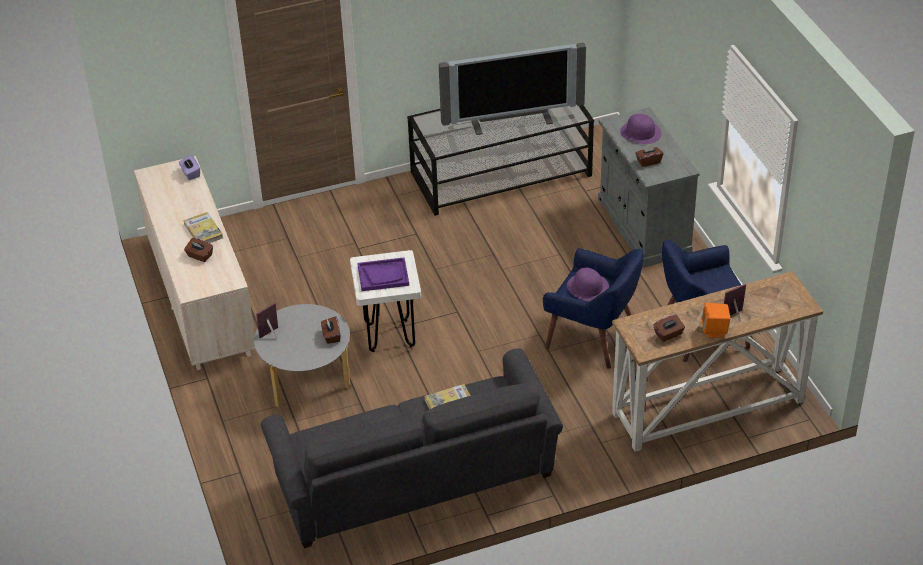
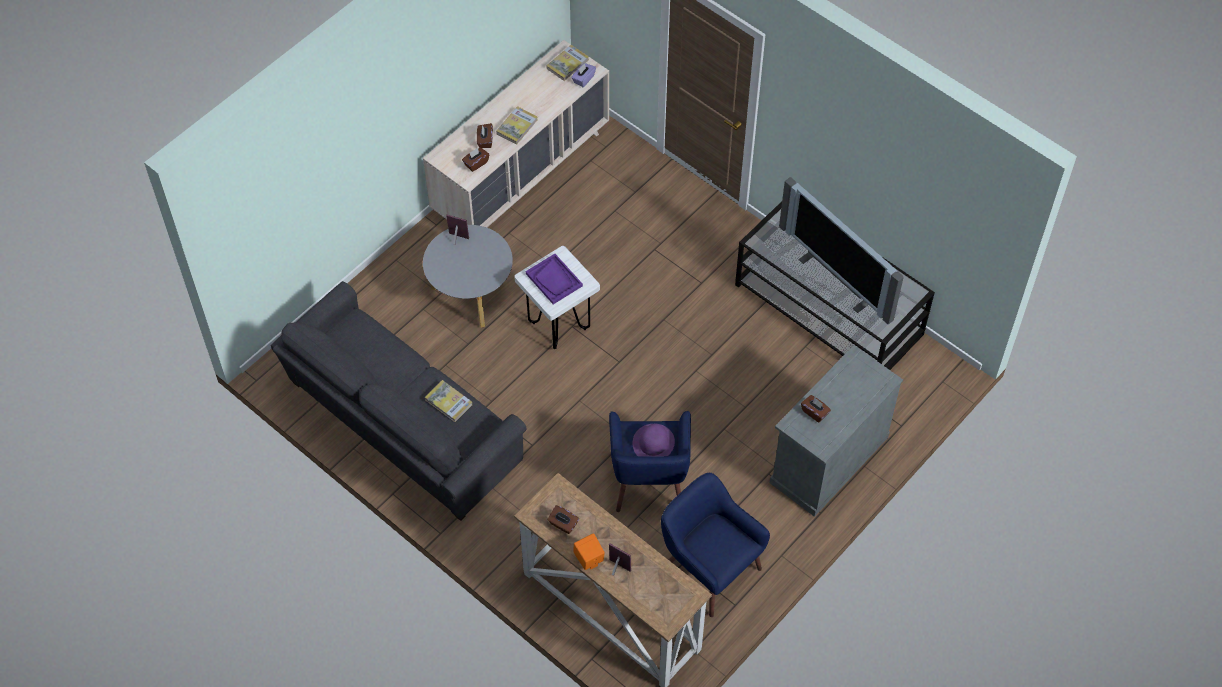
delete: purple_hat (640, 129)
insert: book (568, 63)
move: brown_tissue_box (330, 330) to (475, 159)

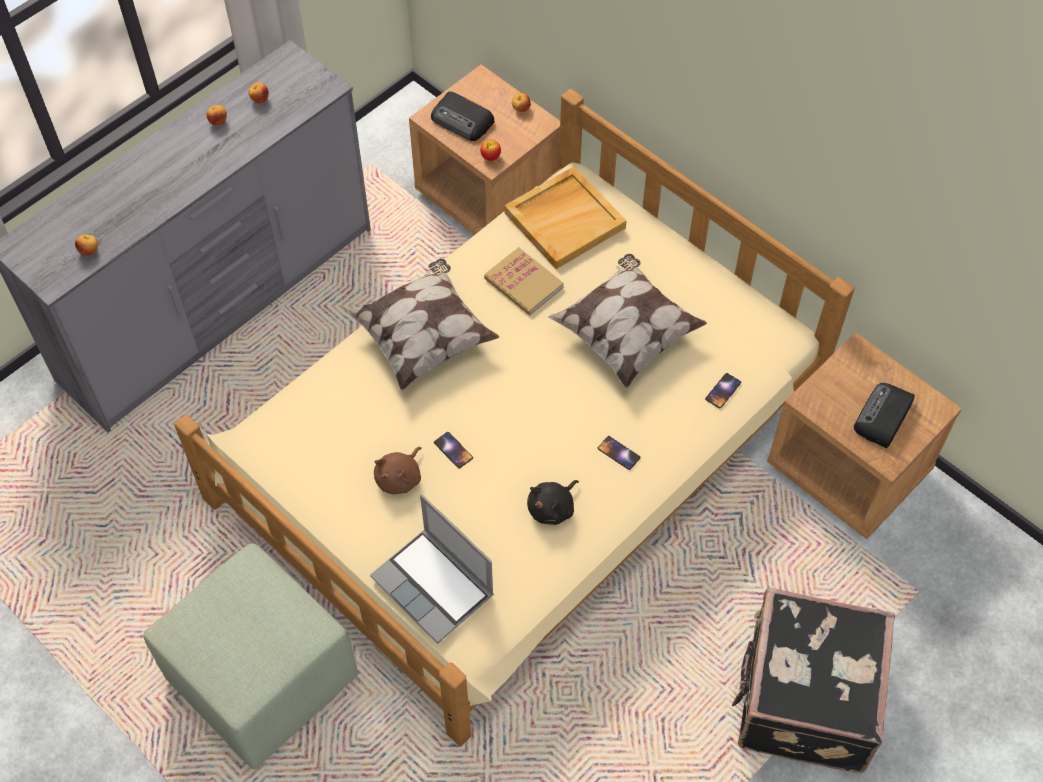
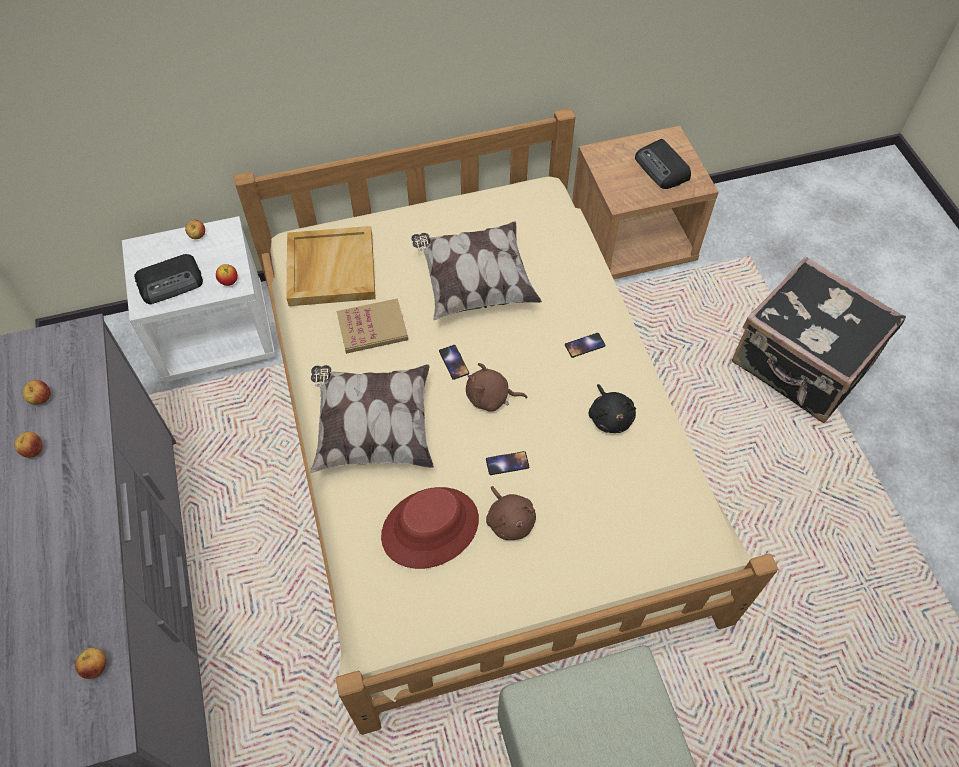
delete: laptop (432, 569)
insert: red_hat (430, 528); brown_plush_toy (496, 387)
move: phone (723, 391) to (454, 362)
recolor: brown_nightstand (484, 149) to white_nightstand (199, 299)

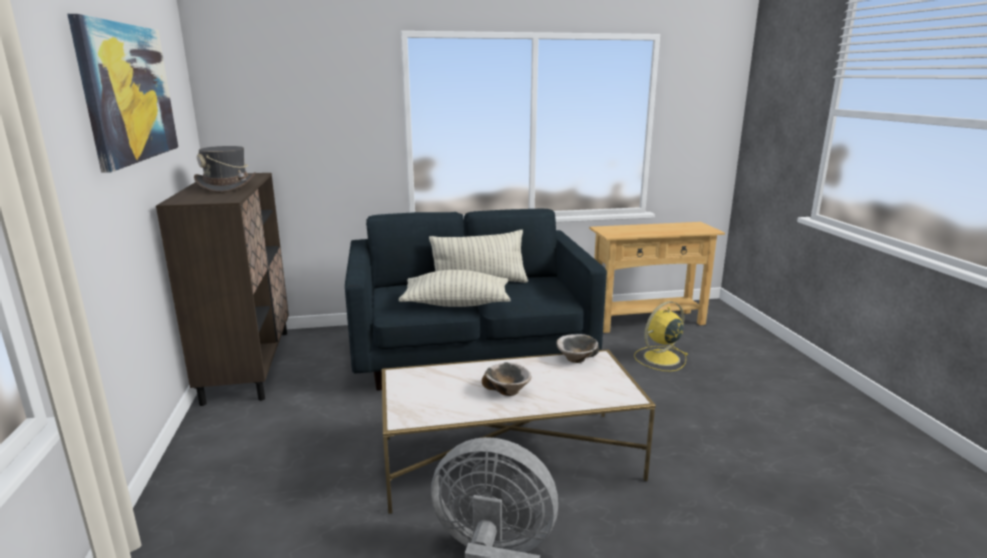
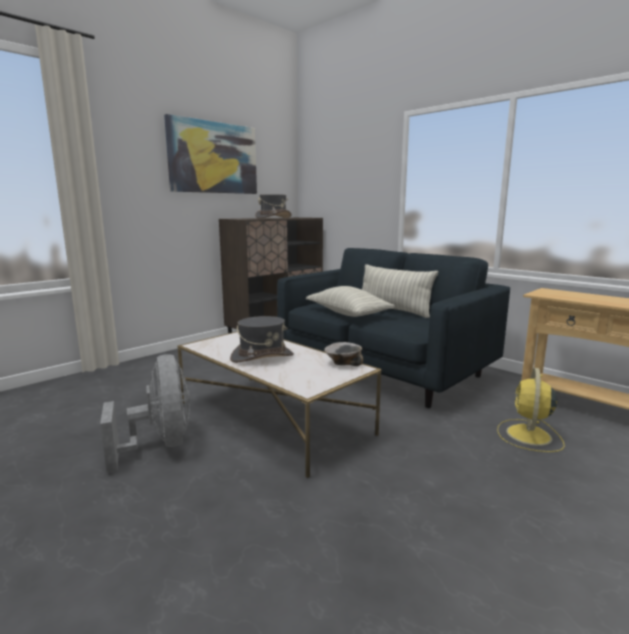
replace: bowl (506, 379) to grey_hat (262, 339)
rotate: yellow_fan (661, 336) = (531, 410) 90 degrees counterclockwise

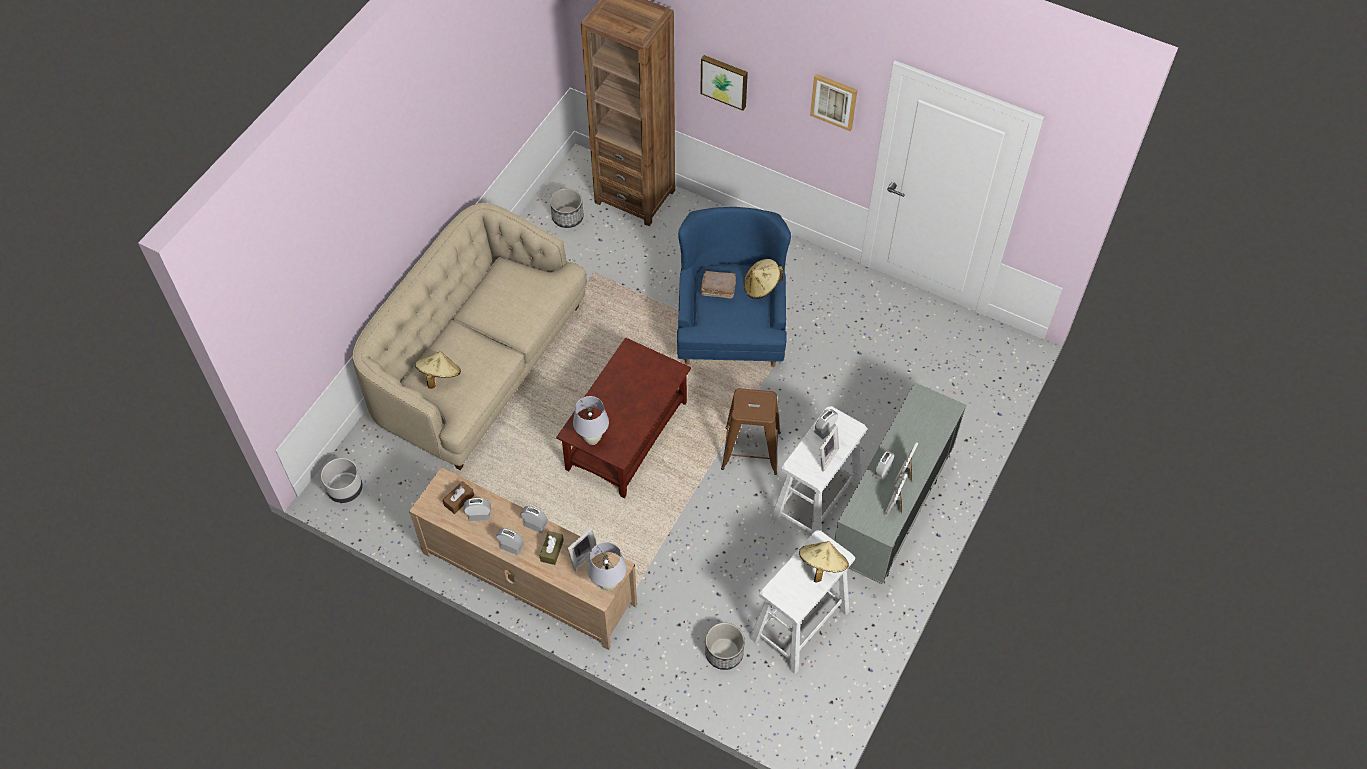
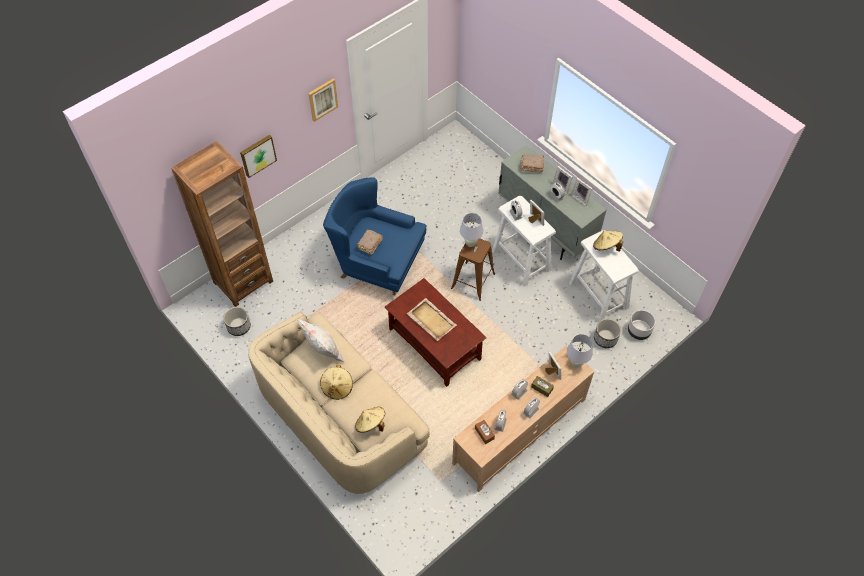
insert: white_pillow (320, 340); beige_tray (432, 319); brown_book (532, 163)
move: grey_planter (342, 480) to (641, 325); white_table_lamp (591, 420) to (471, 230); beige_hat (763, 279) to (336, 382)

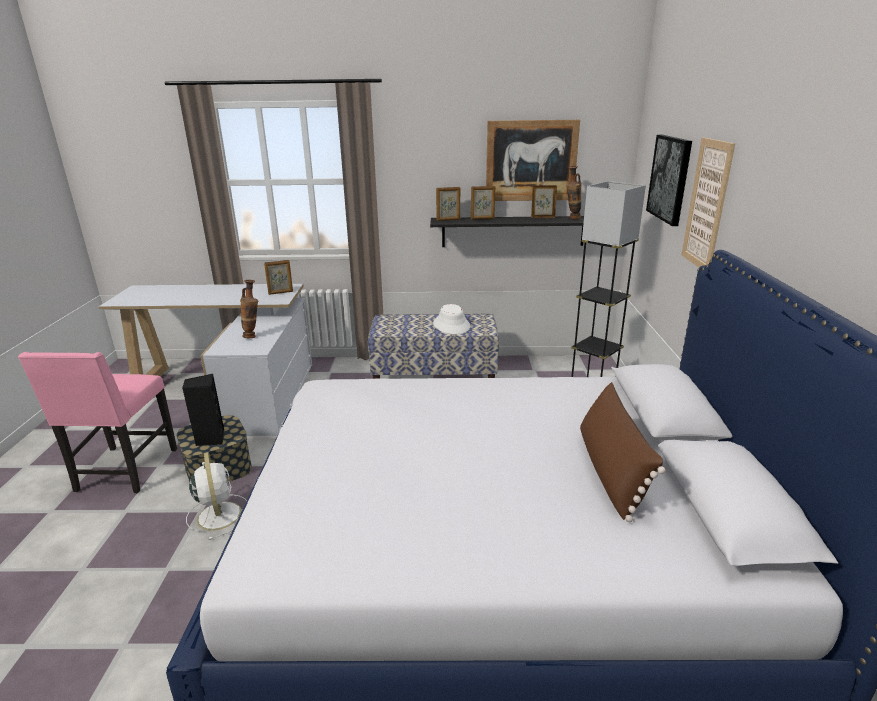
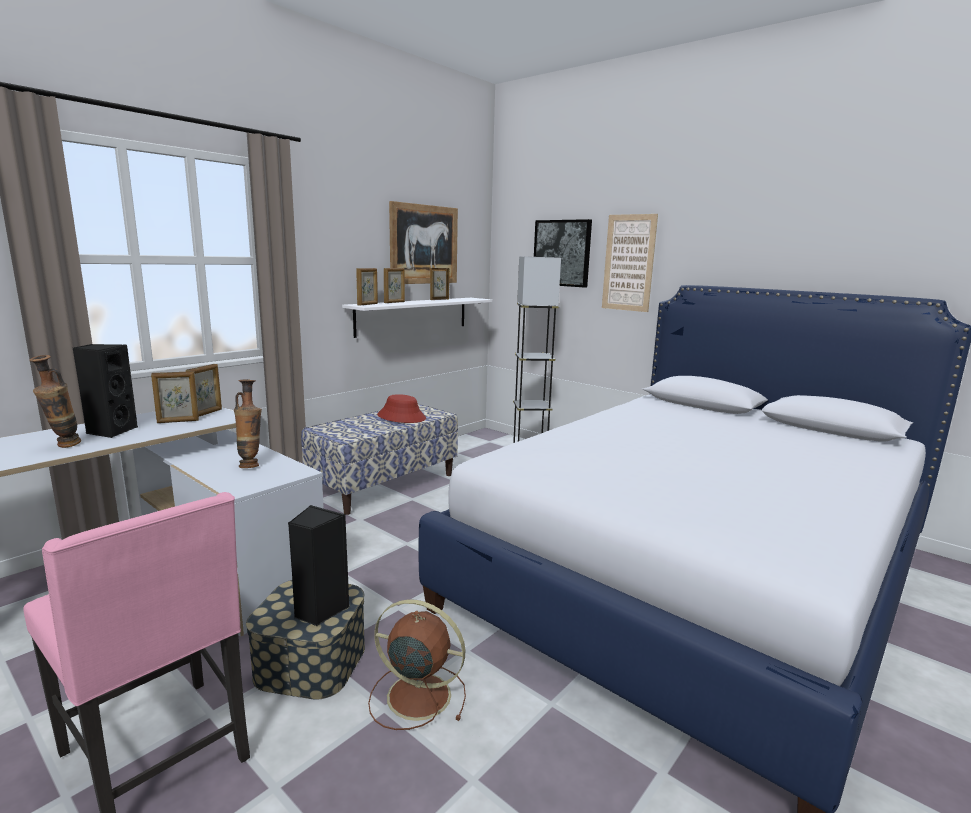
delete: brown_pillow (623, 452)
insert: black_speaker (105, 391); picture_frame (175, 397)
move: vase (574, 192) to (55, 401)
recolor: white_fan (216, 496) to brown_fan (417, 664); black_shelf (507, 231) to white_shelf (417, 318); white_hat (451, 319) to red_hat (401, 408)

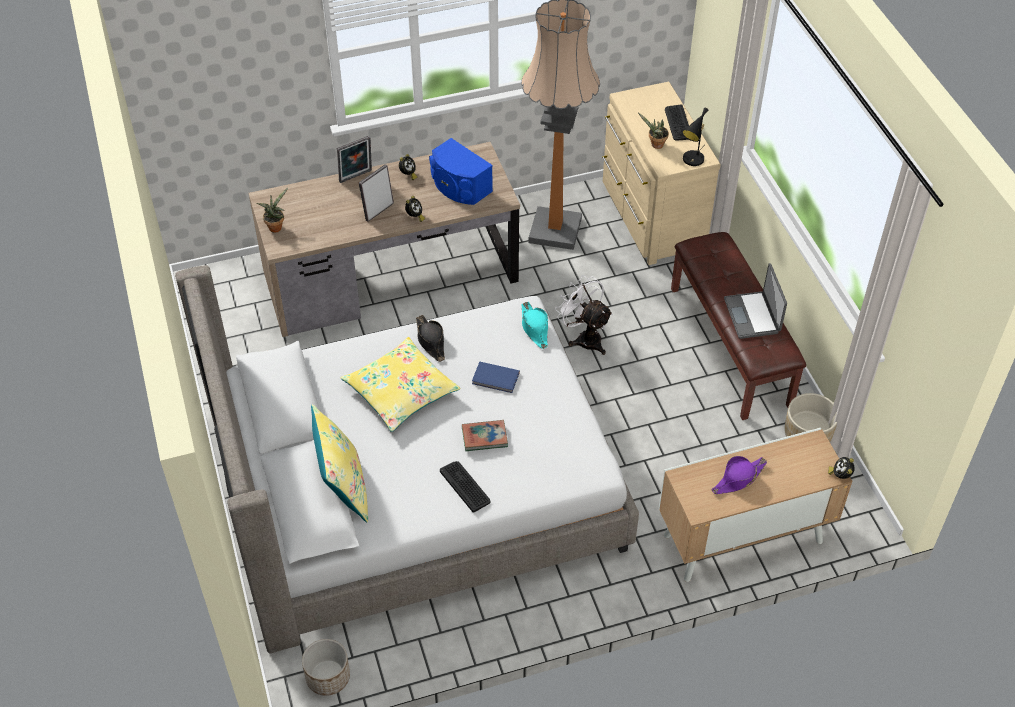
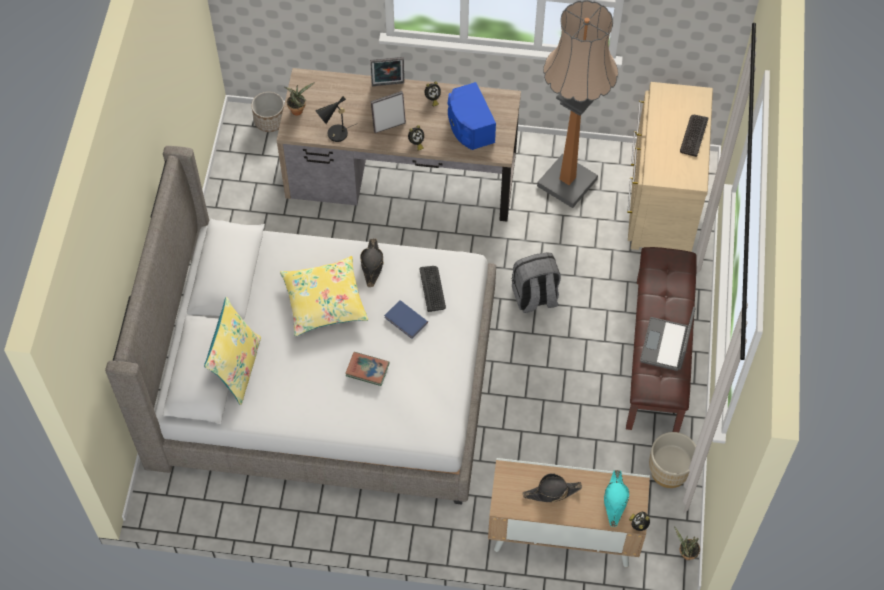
move: planter (326, 667) to (267, 112); keyboard (465, 487) to (433, 289); turquoise_hat (534, 325) to (616, 498); potted_plant (653, 131) to (687, 543); black_table_lamp (695, 137) to (335, 119)
replace: white_fan (584, 315) to grey_backpack (536, 282)
recolor: purple_hat (739, 475) to black_hat (552, 487)

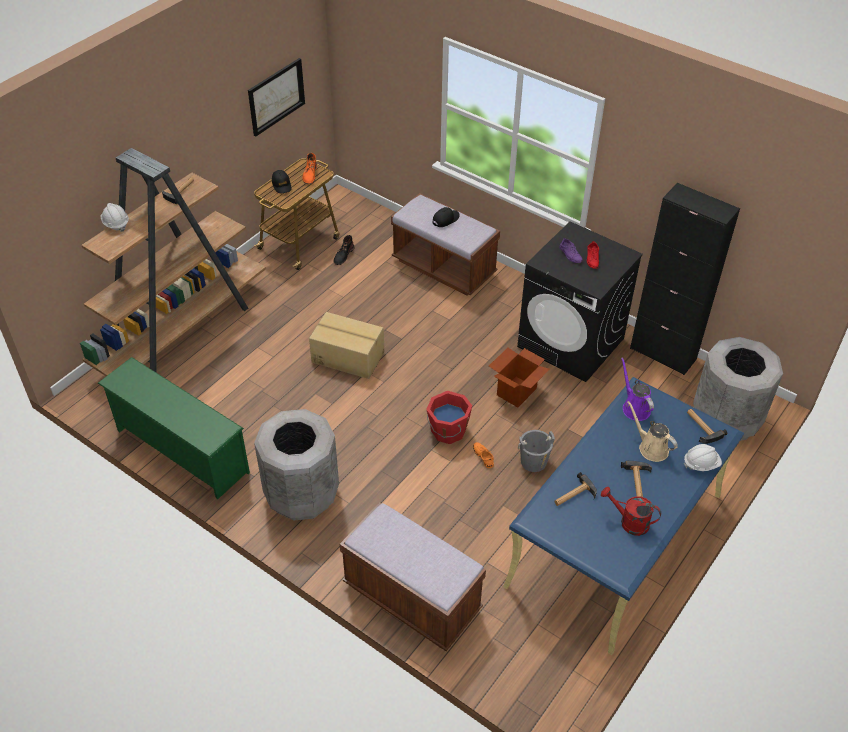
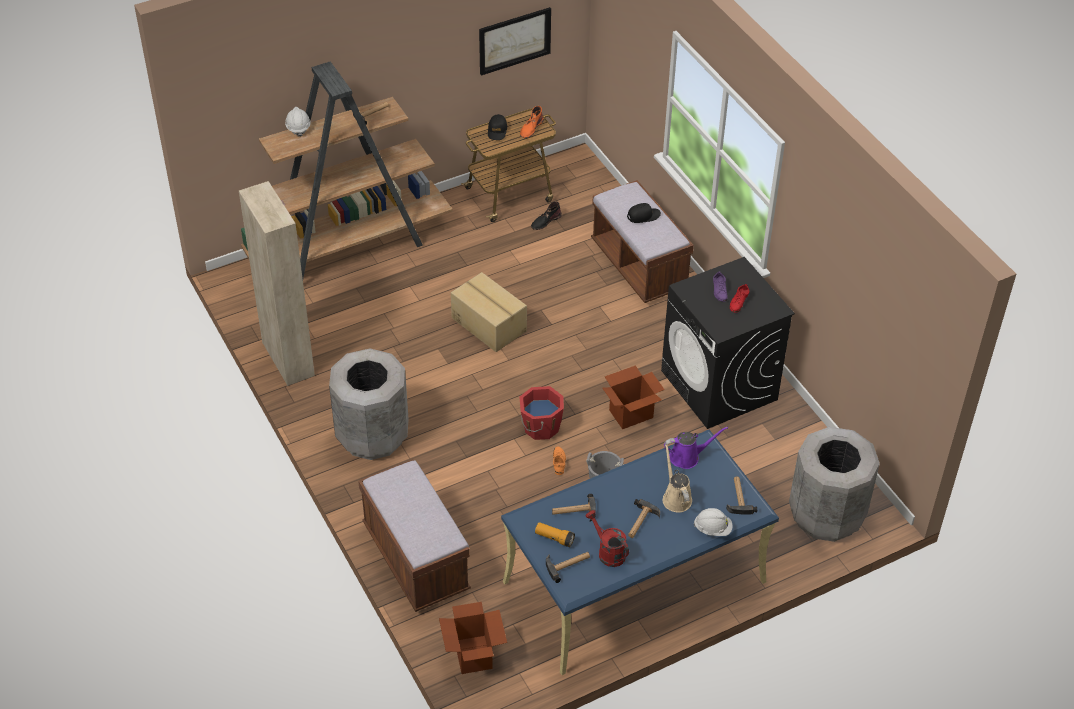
delete: black_cabinet (685, 279)
insert: cardboard_box (473, 638); flashlight (555, 534); hammer (568, 567)
replace: green_shoe_rack (174, 428) to beige_cabinet (277, 283)
rotate: purple_watering_can (637, 389) = (696, 448) 75 degrees clockwise

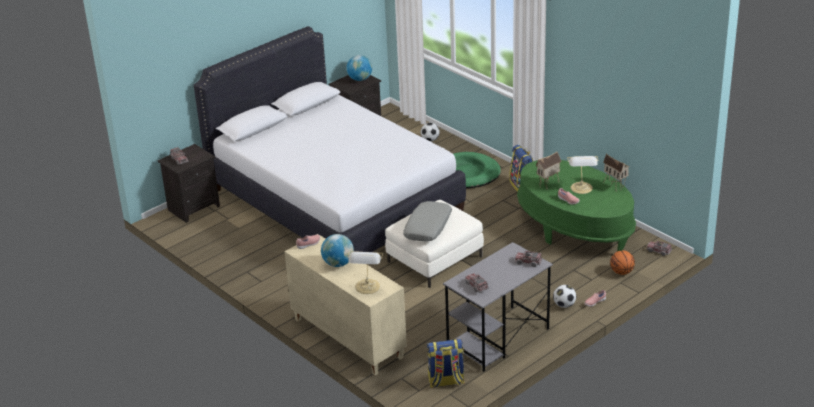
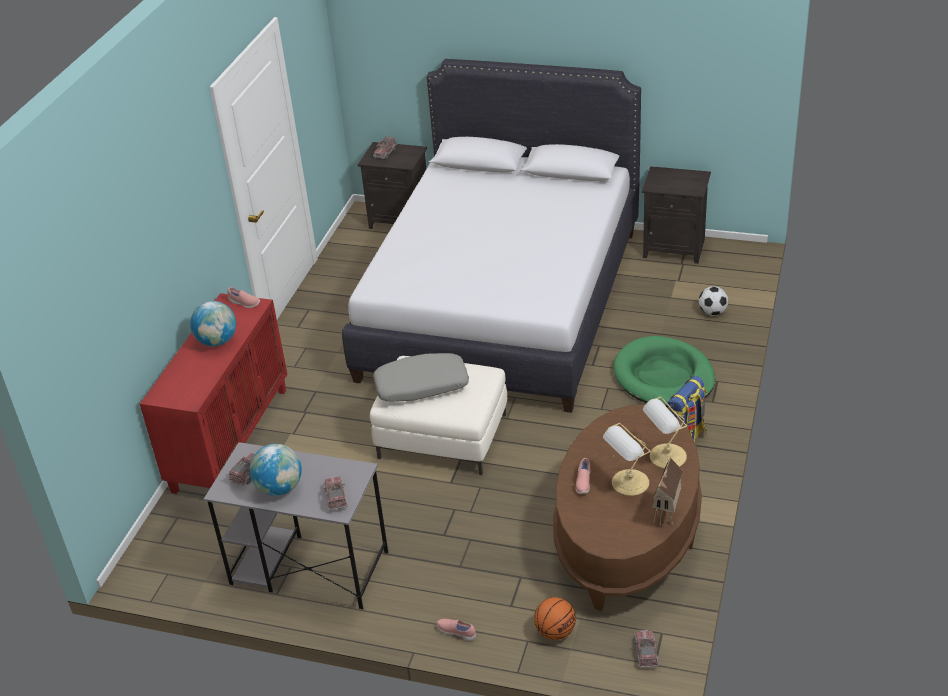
delete: backpack (446, 363); toy_house (549, 170); football (564, 296)
move: globe (359, 68) to (275, 470); table_lamp (365, 272) to (665, 433)
recolor: beige_cabinet (345, 304) to red_cabinet (213, 393); green_coffee_table (576, 205) to brown_coffee_table (627, 508)

